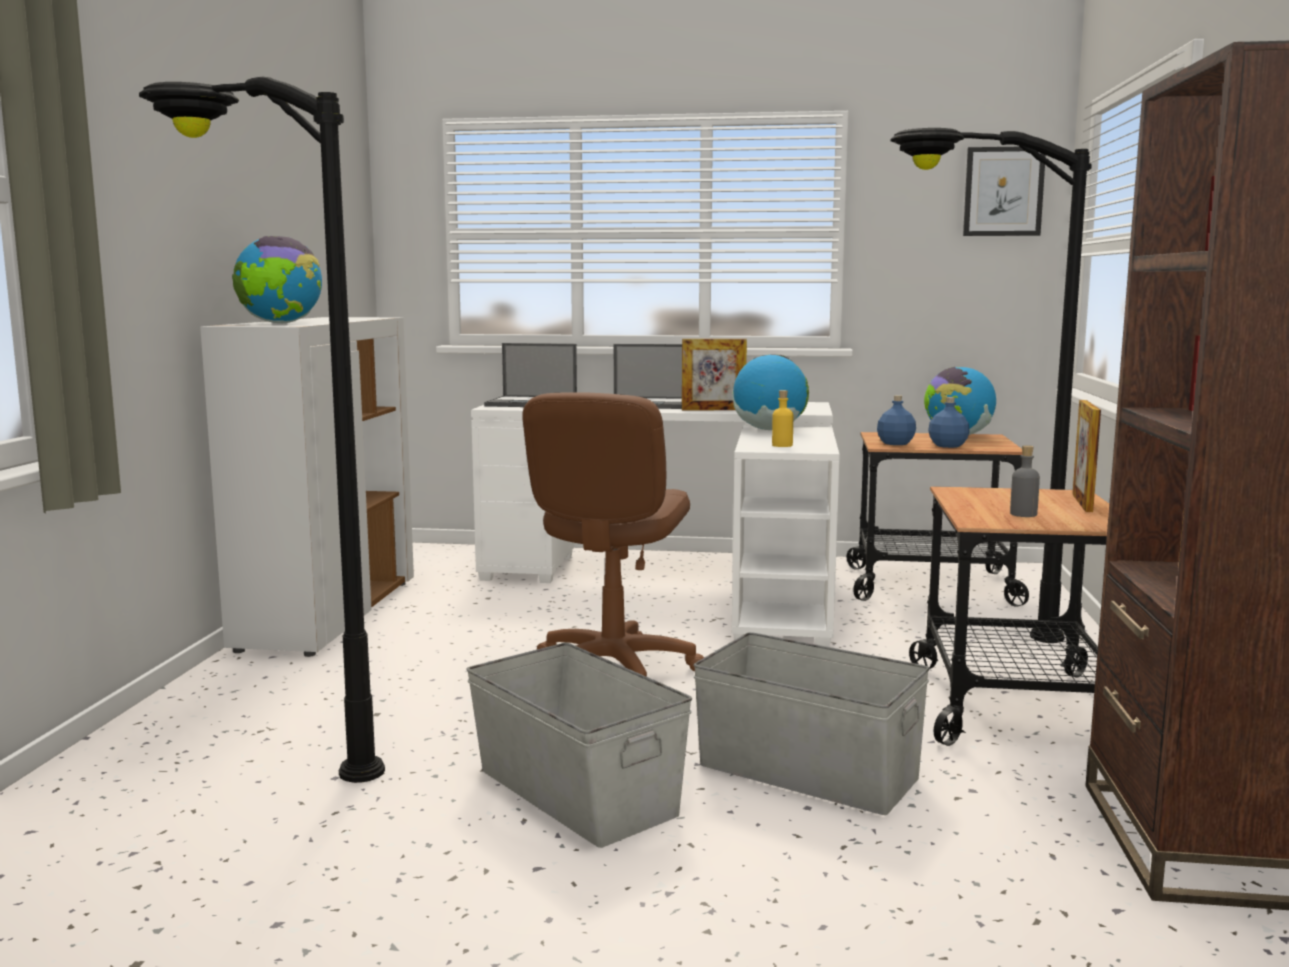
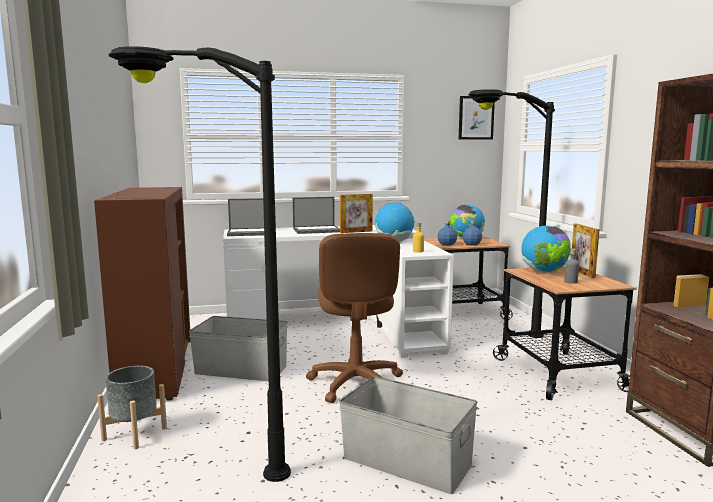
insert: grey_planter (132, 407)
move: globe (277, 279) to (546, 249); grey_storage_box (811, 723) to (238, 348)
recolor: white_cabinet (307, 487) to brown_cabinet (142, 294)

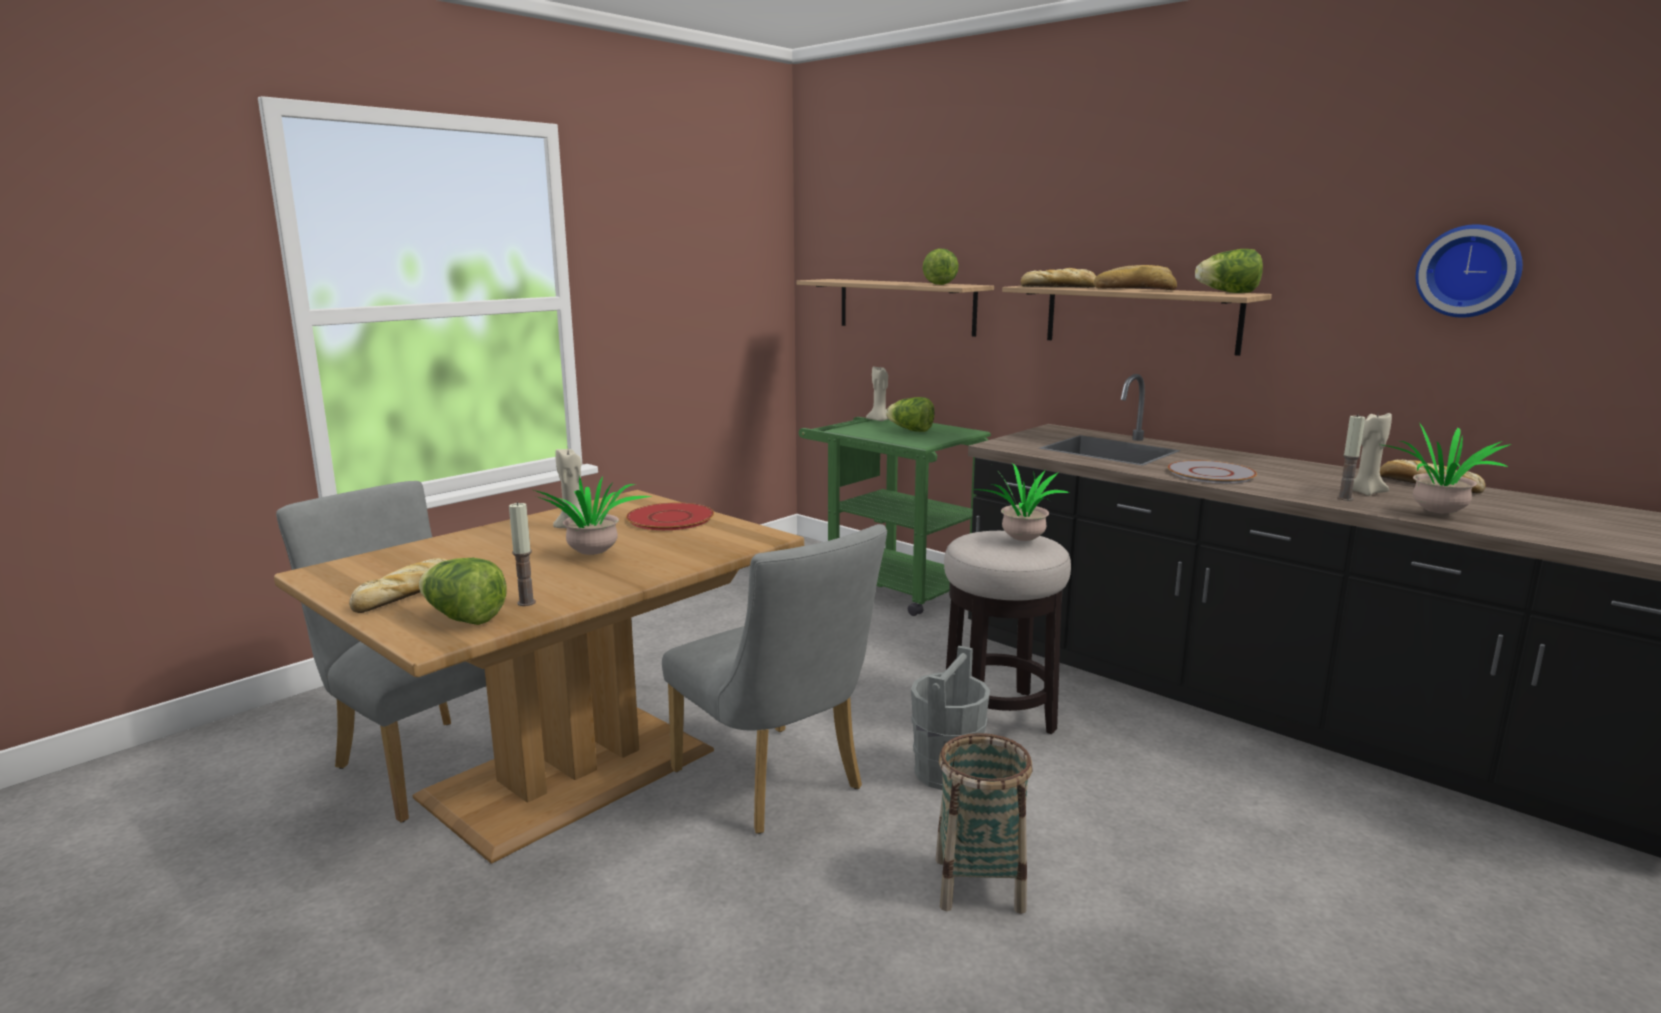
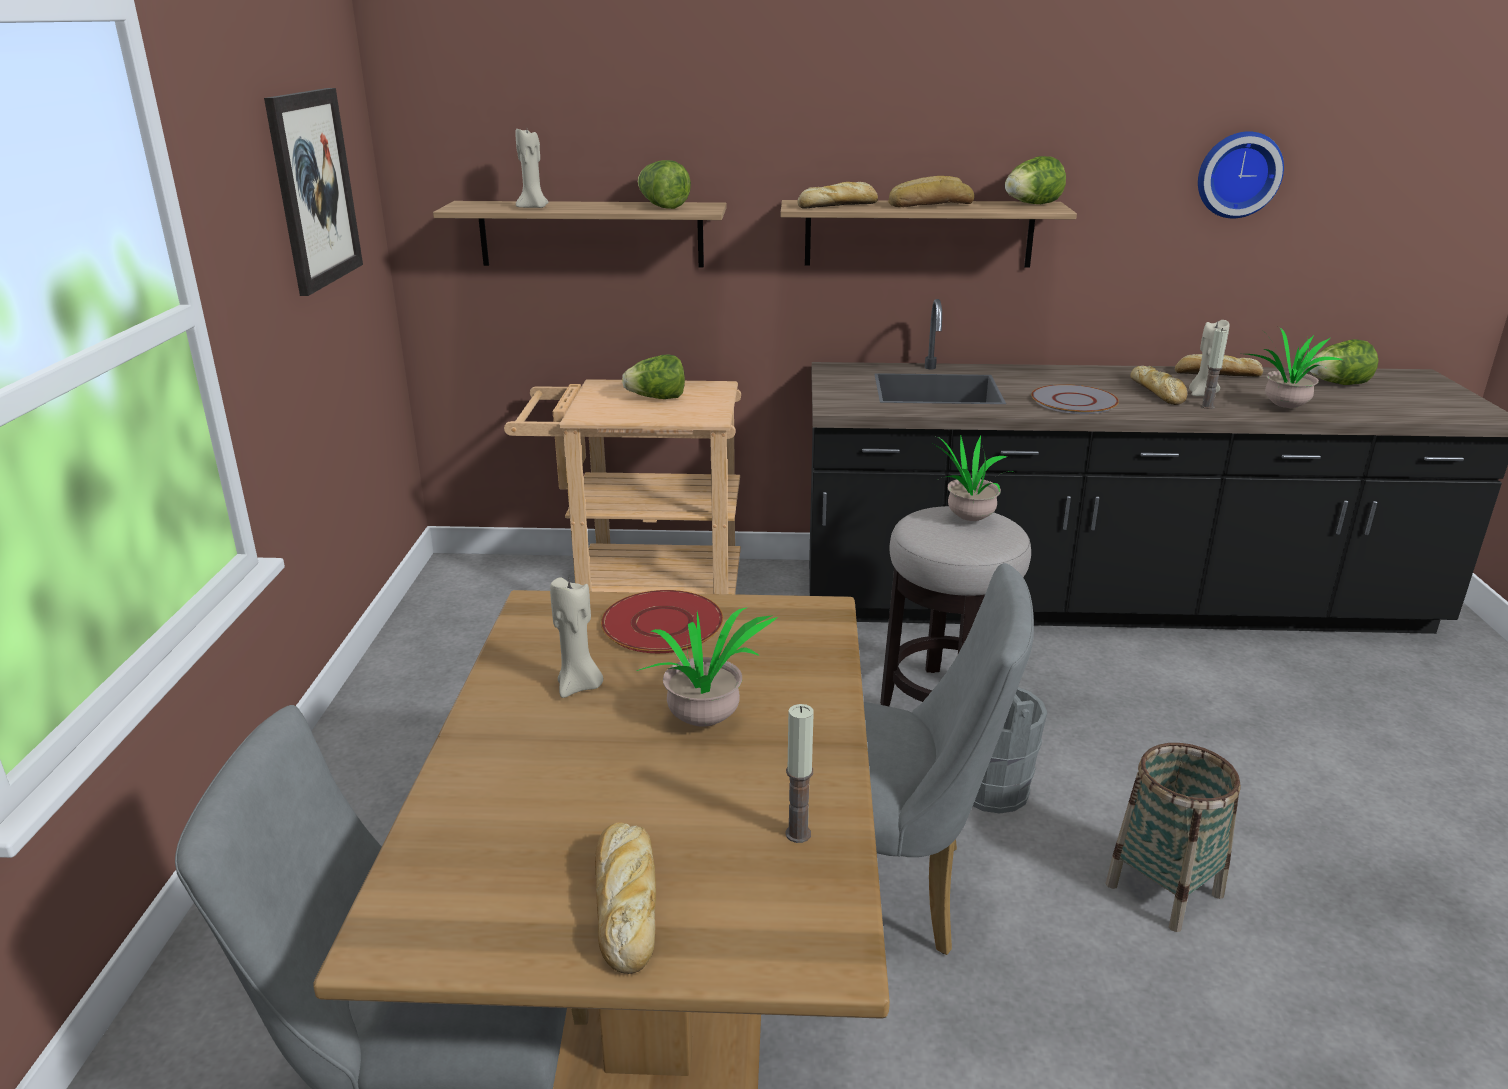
insert: picture (313, 192); bread (1158, 385)
move: lettuce (463, 591) to (1343, 362); beige_candle (877, 393) to (532, 168)
recolor: green_cart (895, 516) to beige_cart (622, 486)

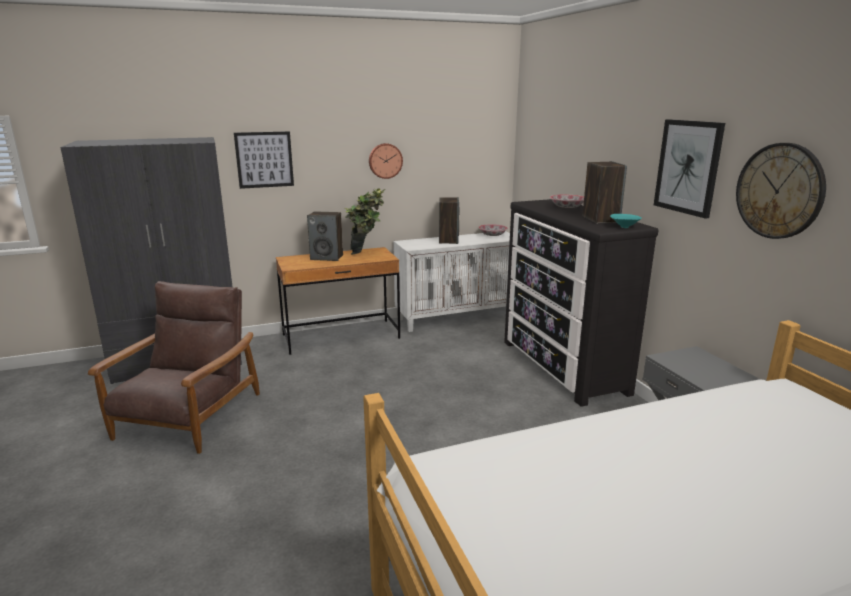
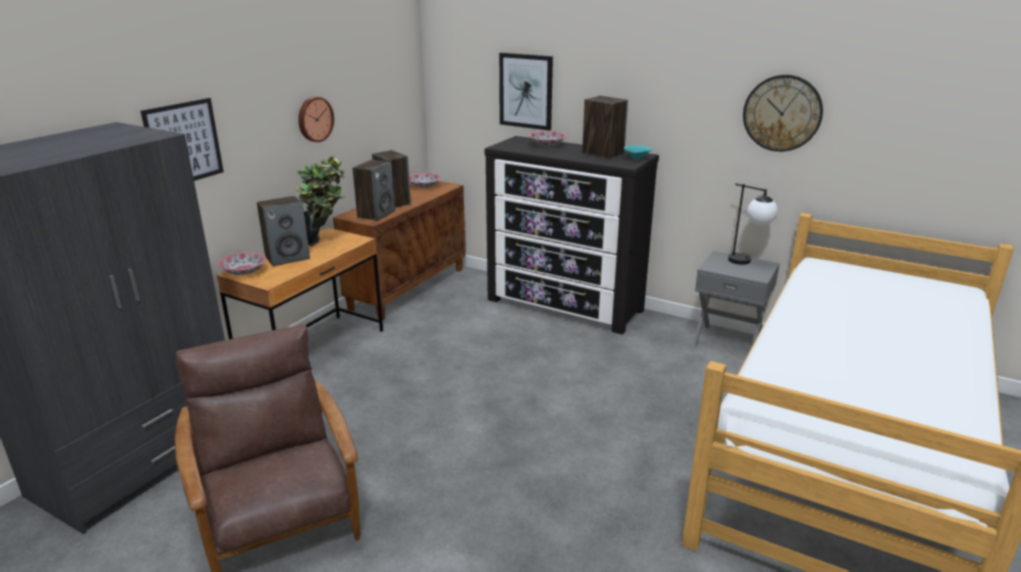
insert: bowl (242, 263); speaker (374, 190); table_lamp (753, 224)
move: picture (689, 169) to (526, 92)
recolor: white_cabinet (451, 281) to brown_cabinet (399, 251)

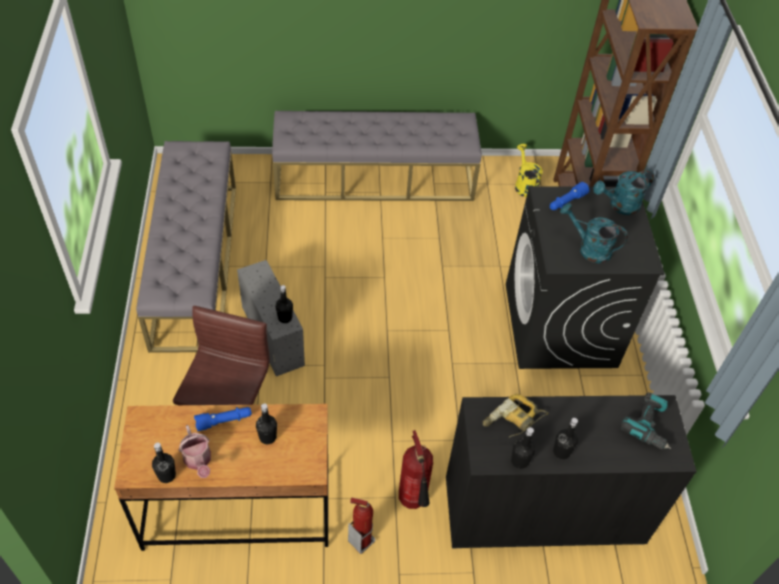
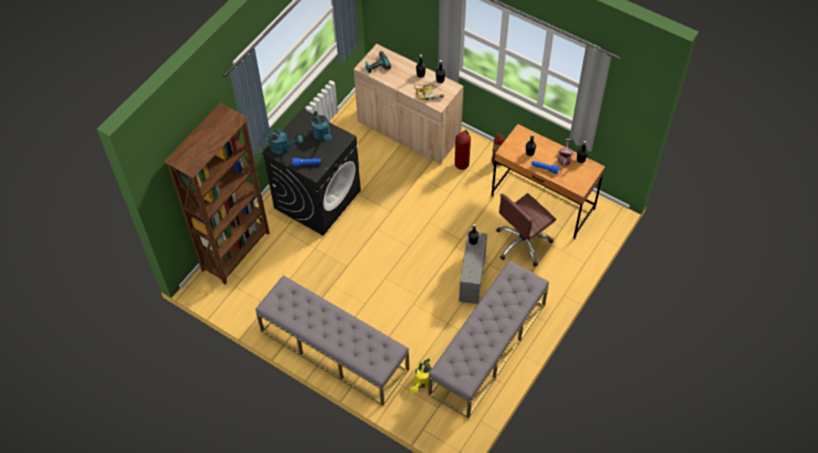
move: yellow_watering_can (529, 170) to (420, 376)
recolor: black_cabinet (571, 471) to beige_cabinet (409, 104)

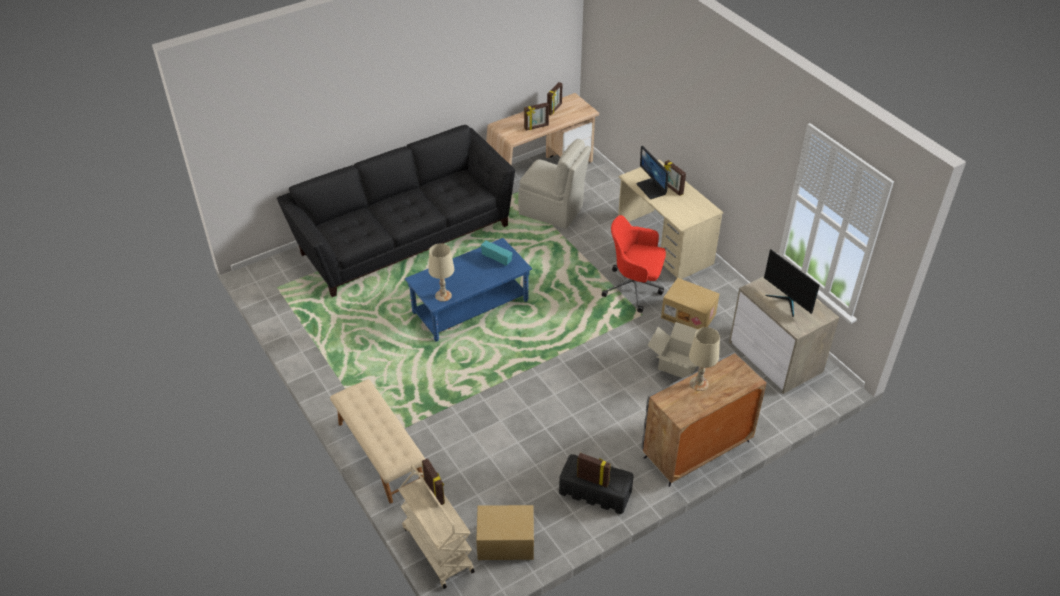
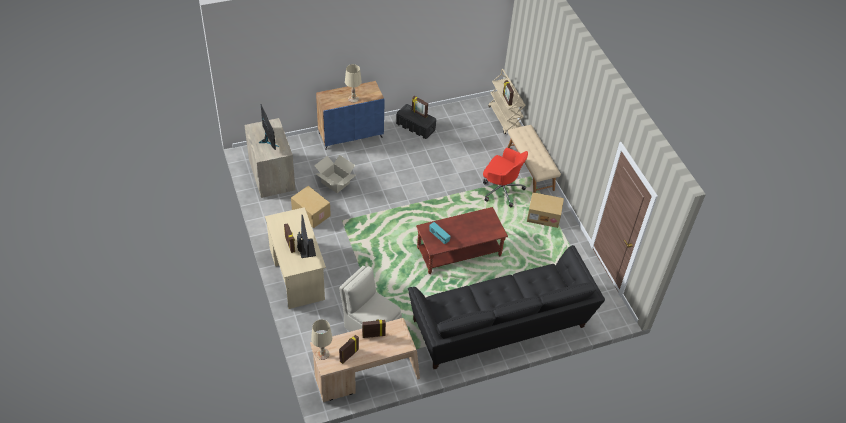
move: beige_table_lamp (441, 272) to (321, 339); cardboard_box (505, 532) to (545, 210); red_office_chair (634, 264) to (505, 177)
recolor: blue_coffee_table (468, 290) to brown_coffee_table (462, 240); grey_cabinet (704, 419) to blue_cabinet (350, 115)

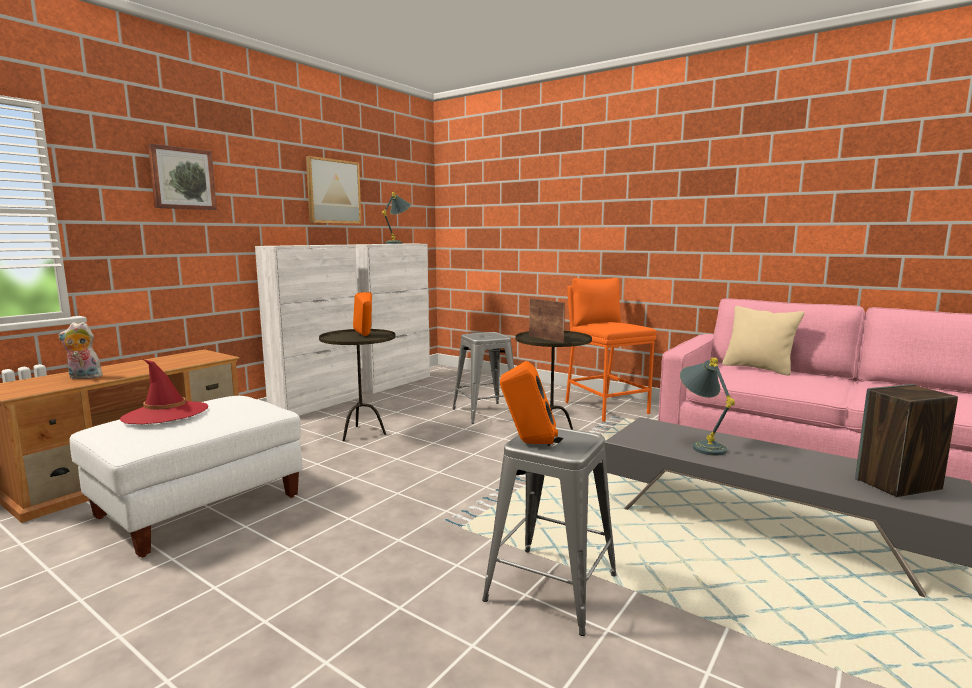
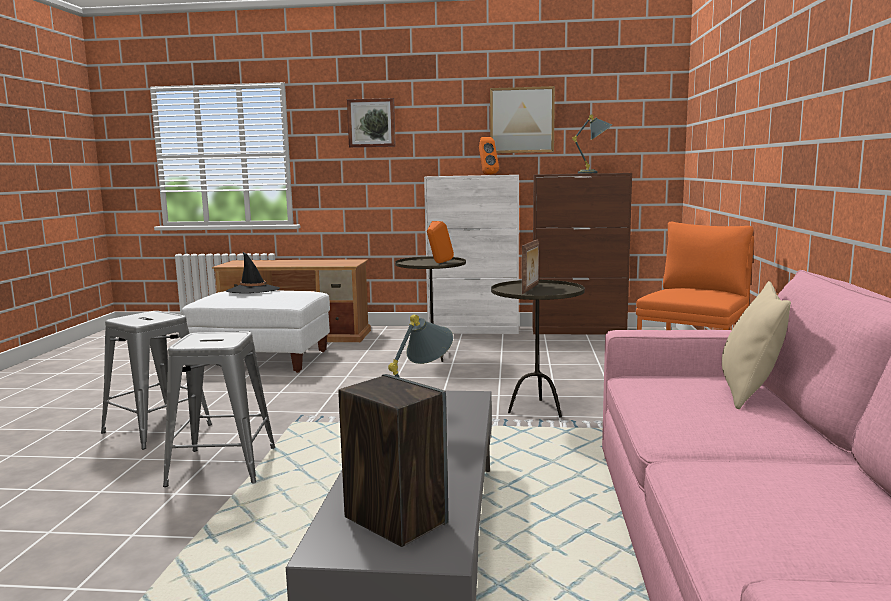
delete: plush_toy (81, 350)
move: grey_stool (483, 378) to (156, 380); orange_speaker (529, 402) to (489, 156)
recolor: red_hat (164, 391) to black_hat (253, 272); white_cabinet (389, 319) to brown_cabinet (582, 254)

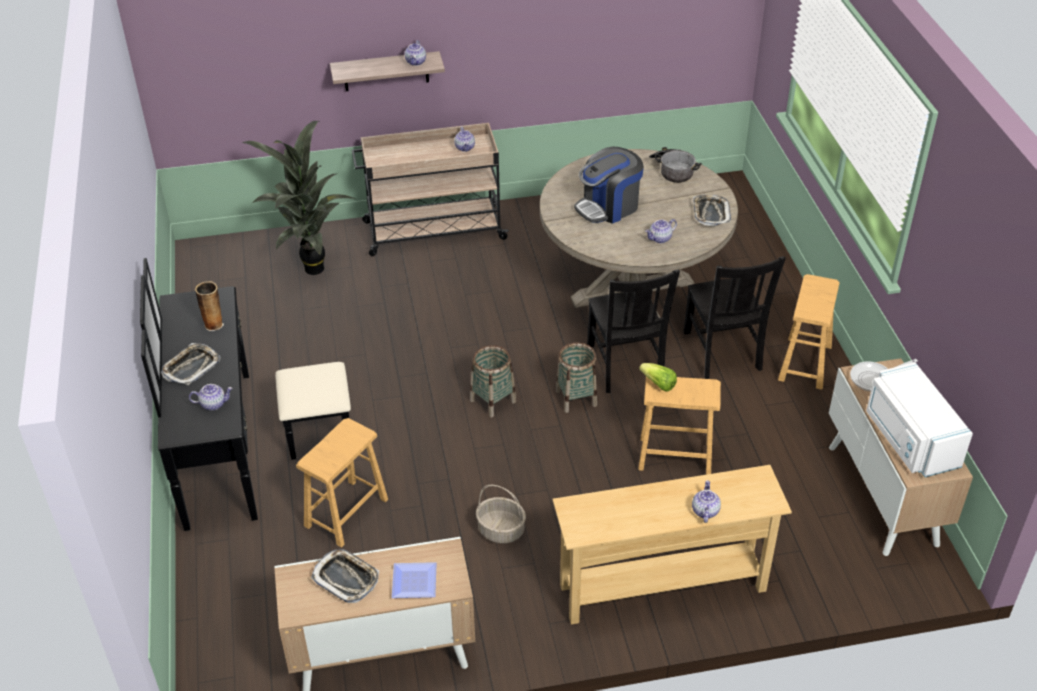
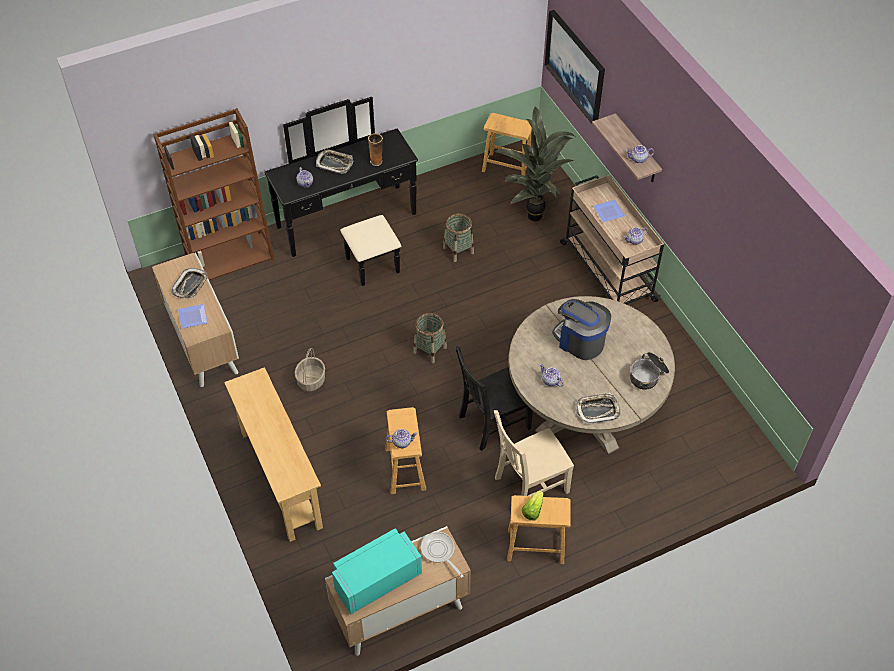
insert: brown_bookcase (213, 194); picture (575, 67); plate (609, 211)
move: brown_stool (342, 482) to (507, 144); basket (576, 377) to (458, 237); lettuce (658, 377) to (532, 506); teapot (706, 501) to (401, 438)
recolor: black_chair (734, 317) to beige_chair (534, 453); white_microwave (919, 419) to turquoise_microwave (377, 571)

